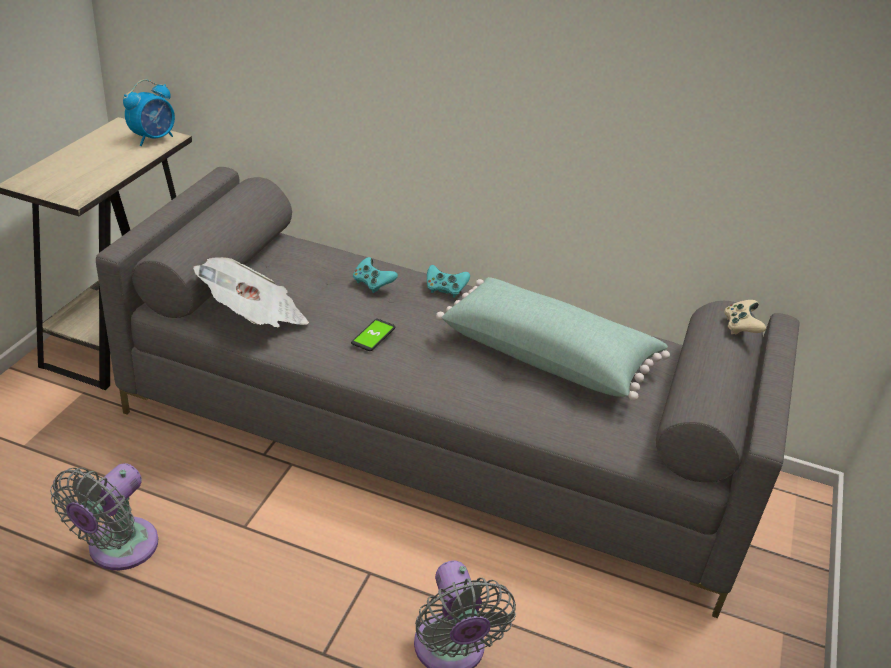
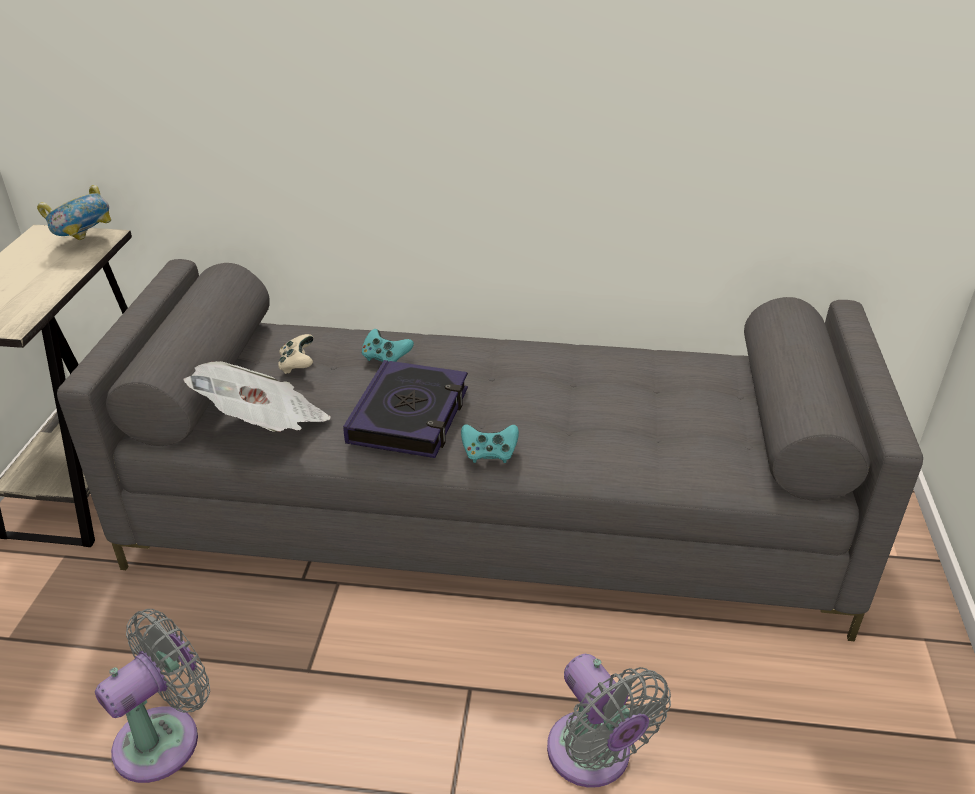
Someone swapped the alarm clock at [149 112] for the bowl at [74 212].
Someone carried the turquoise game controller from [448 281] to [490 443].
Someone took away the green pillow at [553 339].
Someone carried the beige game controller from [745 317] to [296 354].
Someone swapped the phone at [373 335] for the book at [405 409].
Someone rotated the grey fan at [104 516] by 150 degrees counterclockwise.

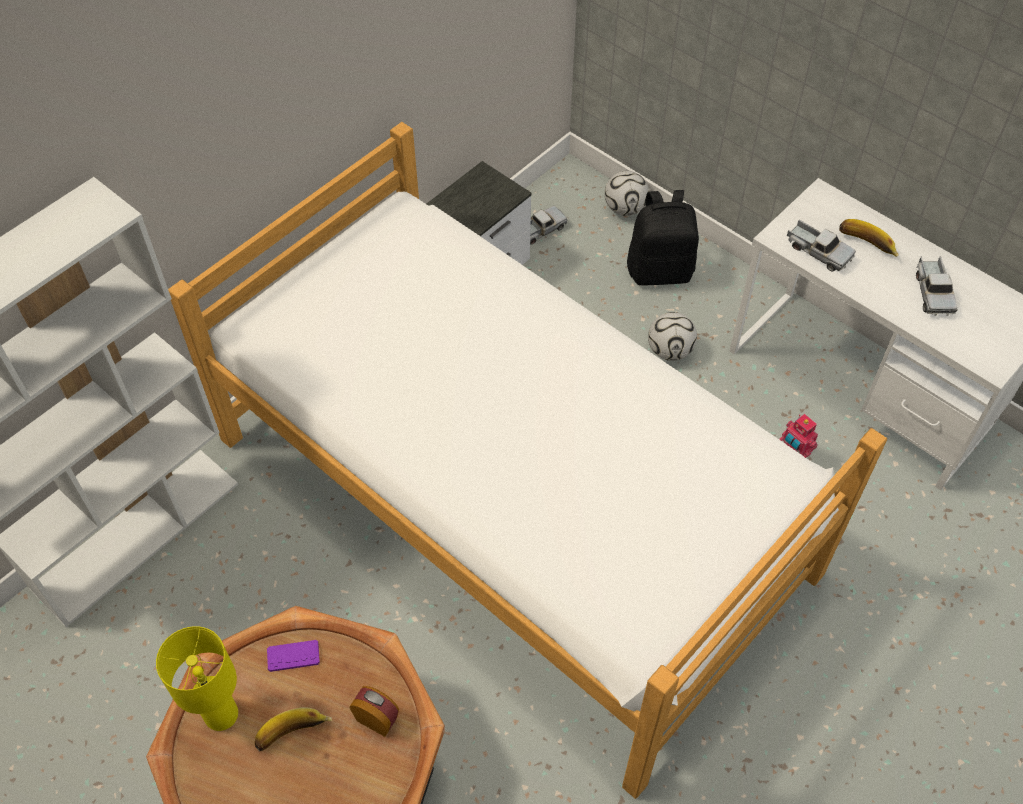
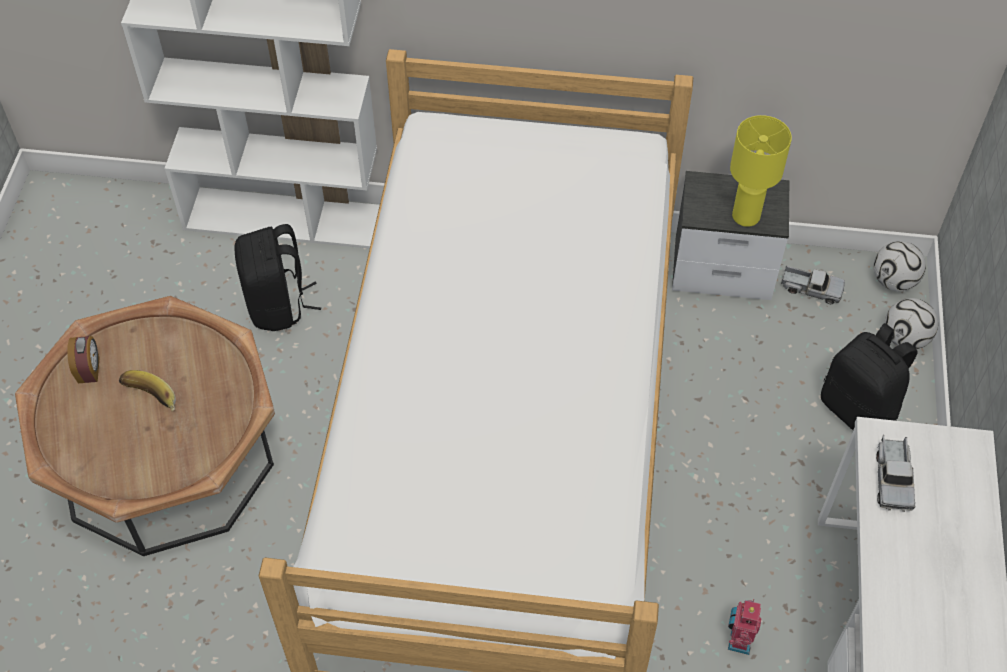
Someone took away the banana at [869 238].
Someone took away the toy truck at [937 286].
Someone carried the football from [672 336] to [900 266].
Someone carried the yellow table lamp from [197 678] to [761 171].
Someone took away the purple game controller at [293 656].
Someone carried the alarm clock from [374 711] to [83 359].
Someone put down the black backpack at [277 277].

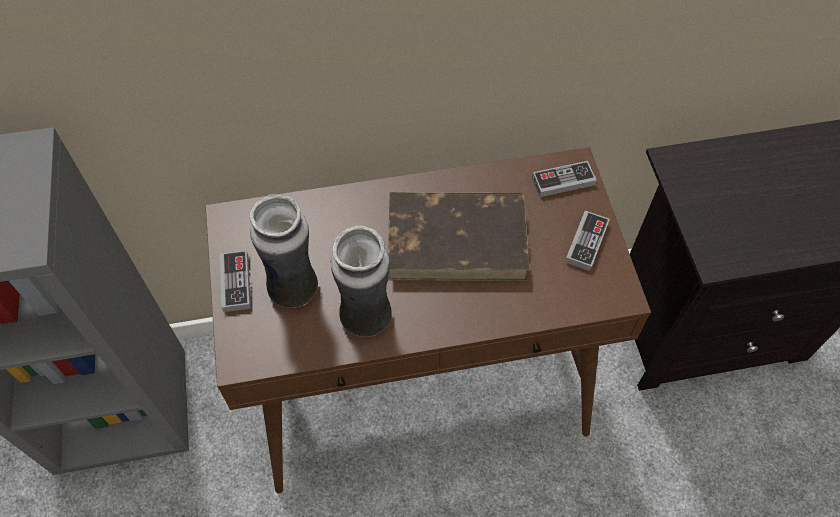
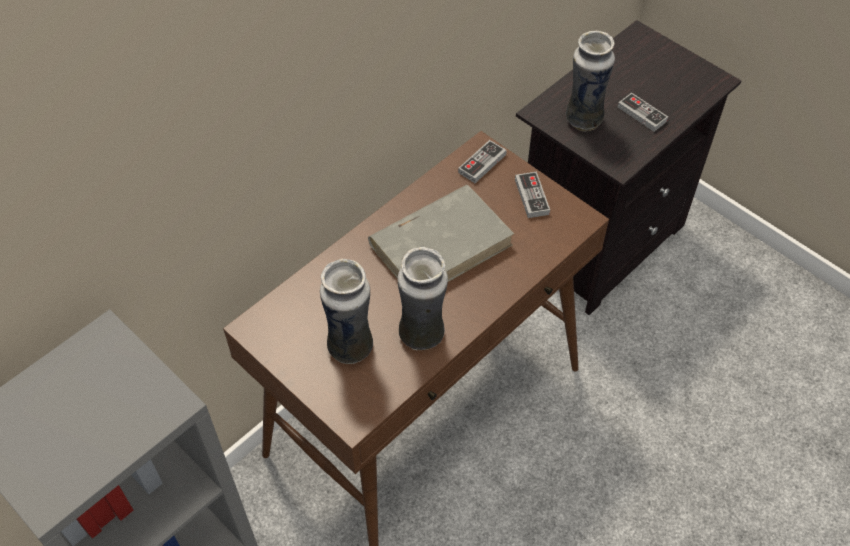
Someone repainted the brown book at [458 236], which became the grey book at [441 233].
Someone carried the game controller from [235 281] to [643 112].
Someone put down the vase at [590 81].

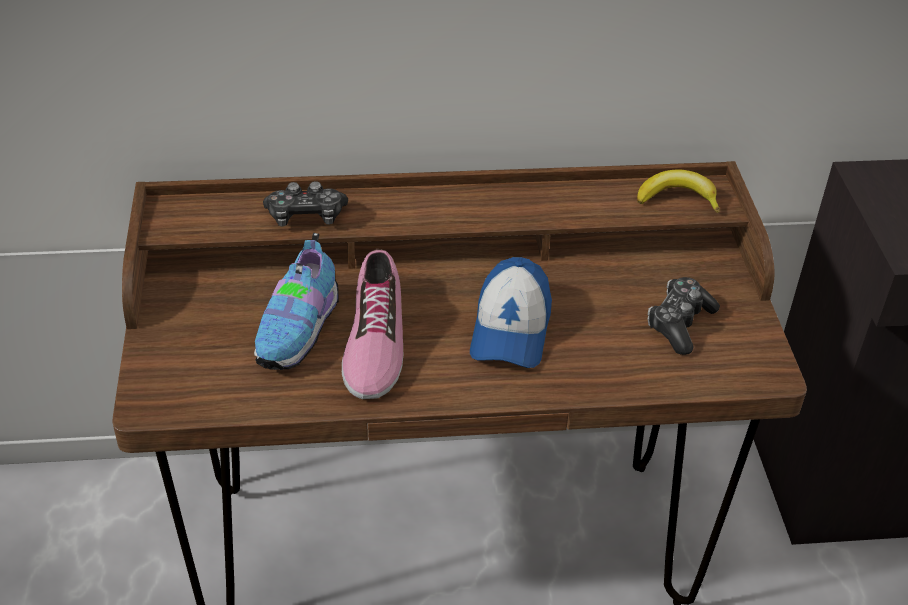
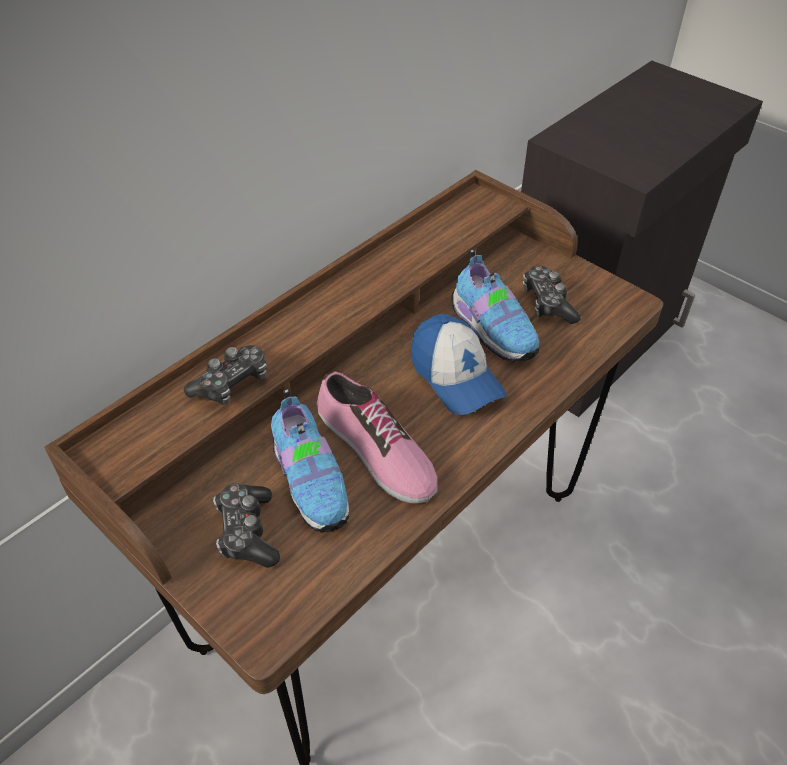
Someone took away the banana at [678 191].
Someone put down the shoe at [495 306].
Someone put down the game controller at [246 525].

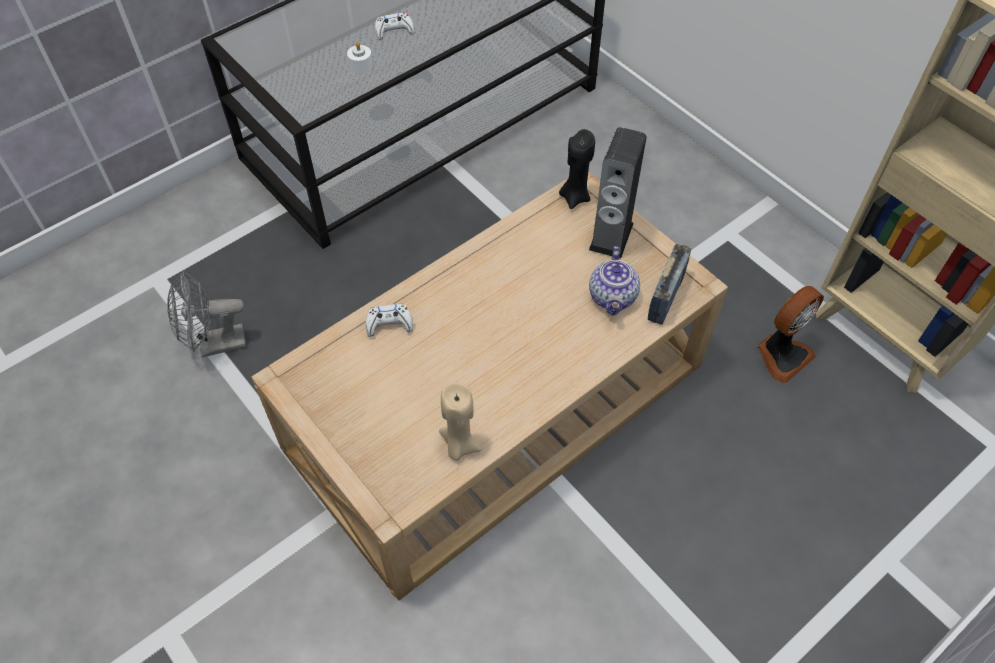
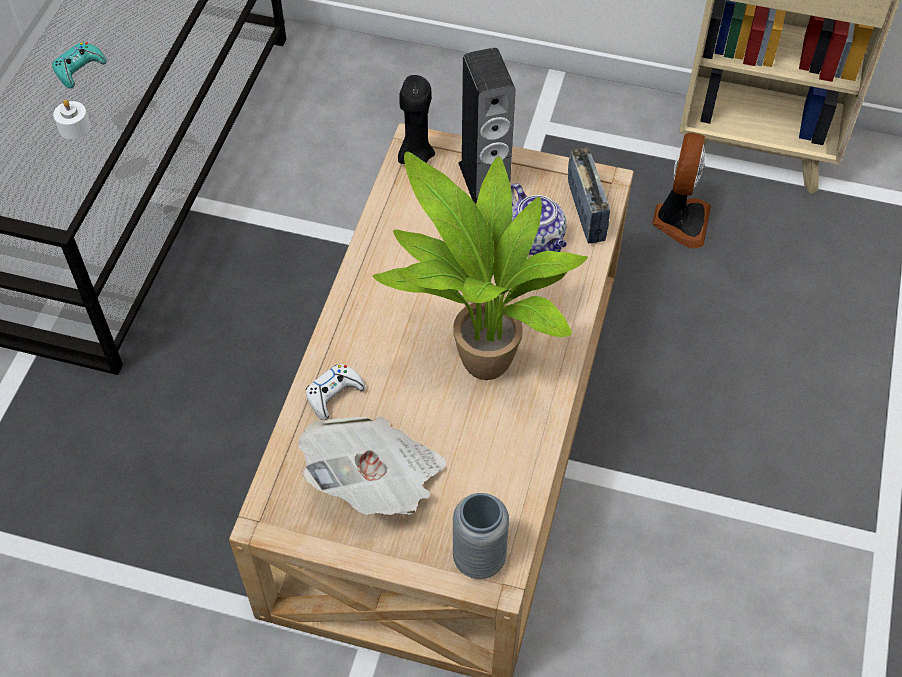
Someone repainted the white game controller at [394 26], which became the turquoise game controller at [79 65].
Someone took away the grey fan at [206 314].
Someone took away the beige candle at [460 422].
Someone put down the potted plant at [480 266].
Someone put down the newspaper at [372 465].
Someone put down the grey vase at [481 536].

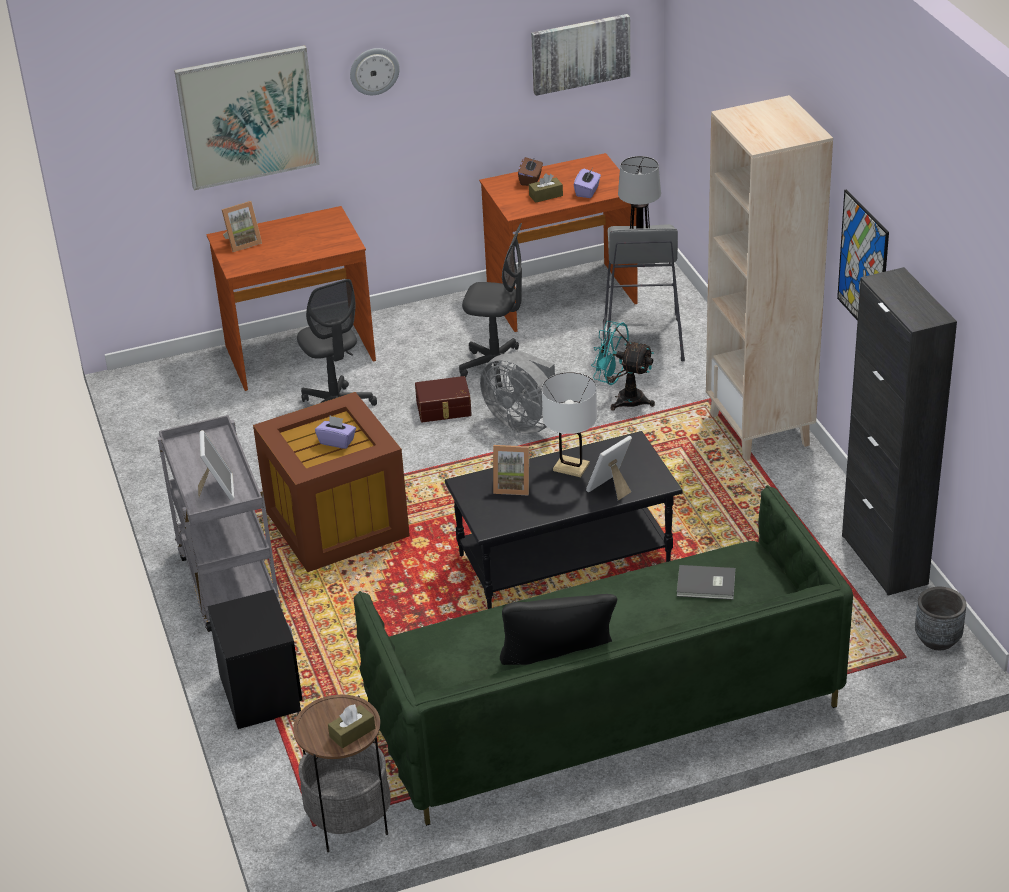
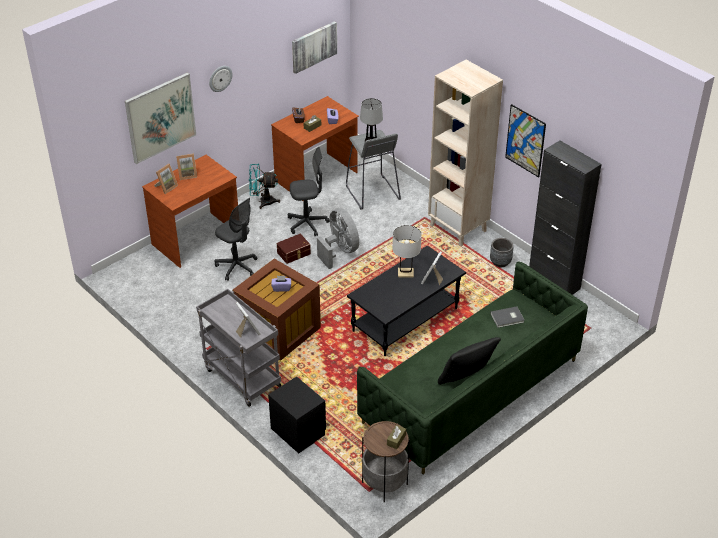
Someone carried the turquoise fan from [623 366] to [264 186].
Someone rotated the grey fan at [517 392] by 135 degrees counterclockwise.
Someone carried the picture frame from [511 470] to [186 167].
Someone carried the grey planter from [940 618] to [502 252].

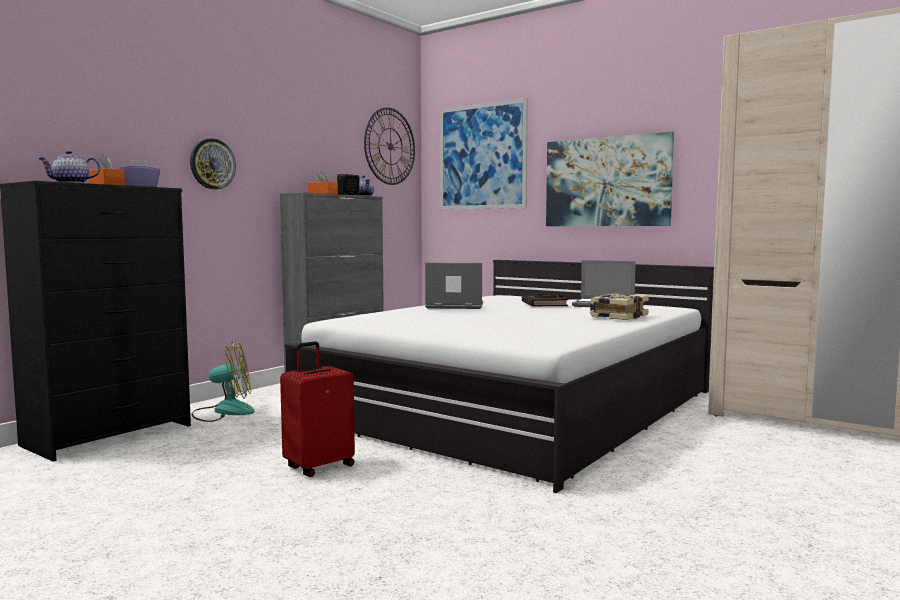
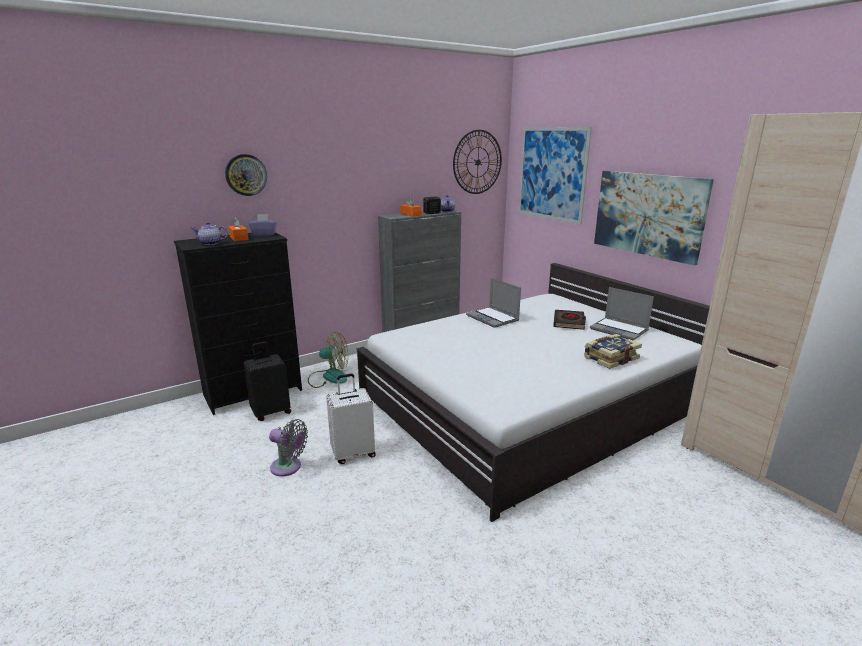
Someone carried the wall clock from [213 163] to [246 175].
Someone rotated the laptop at [454 285] by 150 degrees counterclockwise.
Someone repainted the red suitcase at [317 409], which became the white suitcase at [351 419].
Someone put down the black suitcase at [267 381].
Someone put down the grey fan at [288 447].

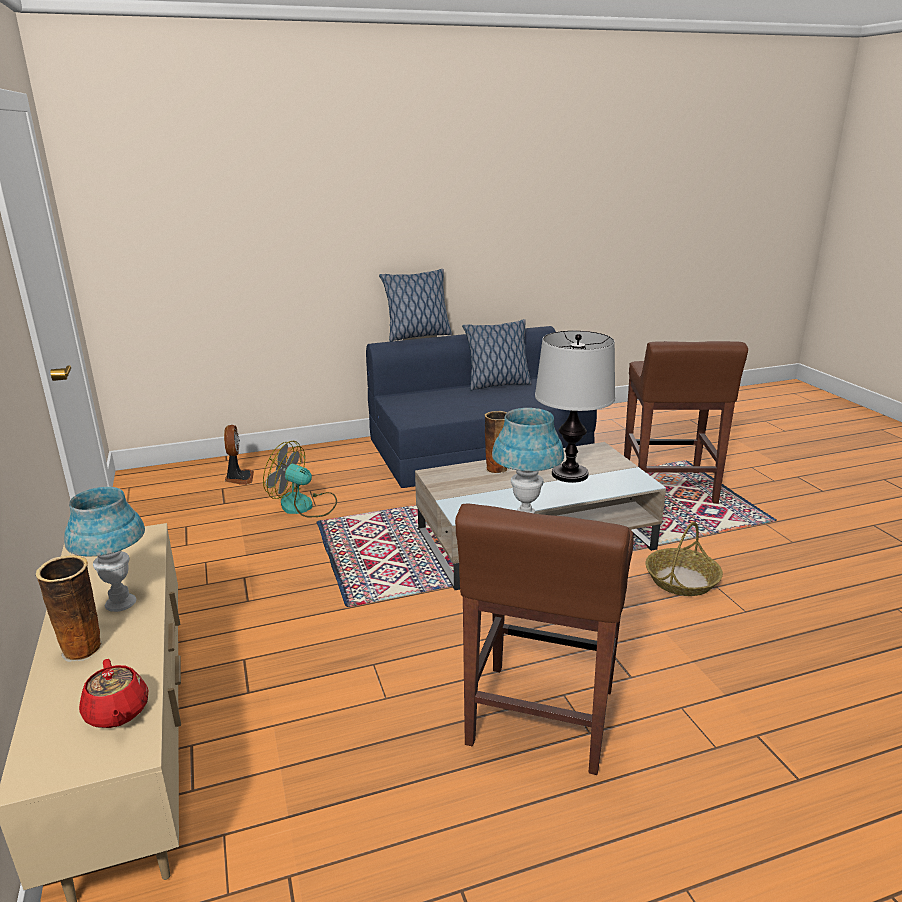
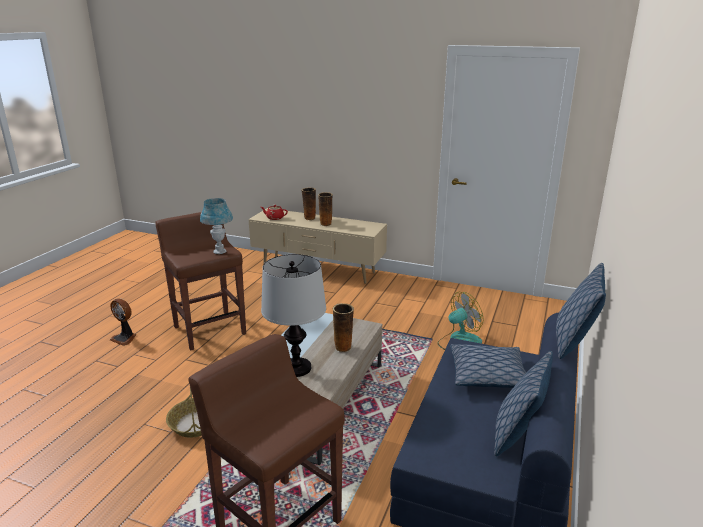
Someone carried the fan from [239 455] to [123 322].
Someone swapped the blue table lamp at [104 549] for the vase at [325 209].
Someone put down the pillow at [488 366].

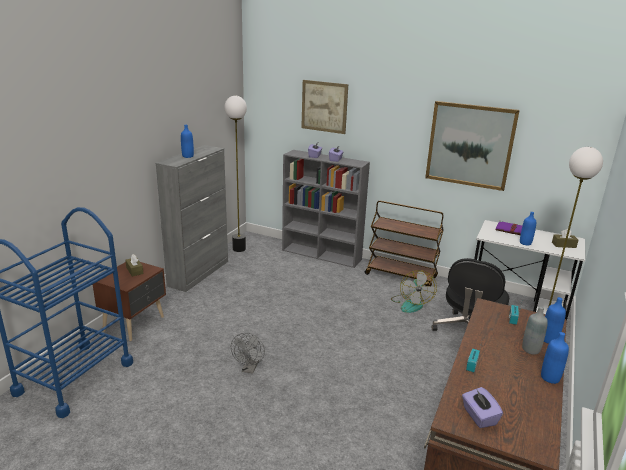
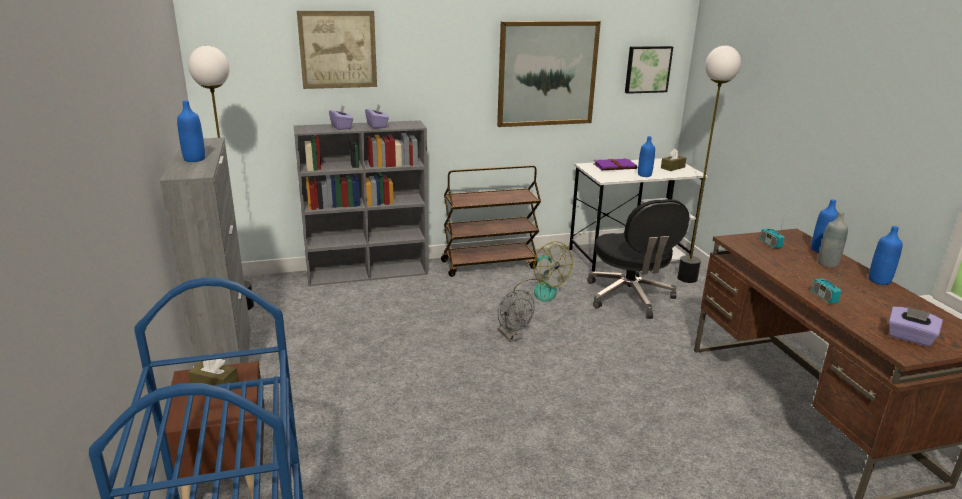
Someone carried the grey fan from [248 353] to [516 316].
Someone put up the picture at [649 70].

